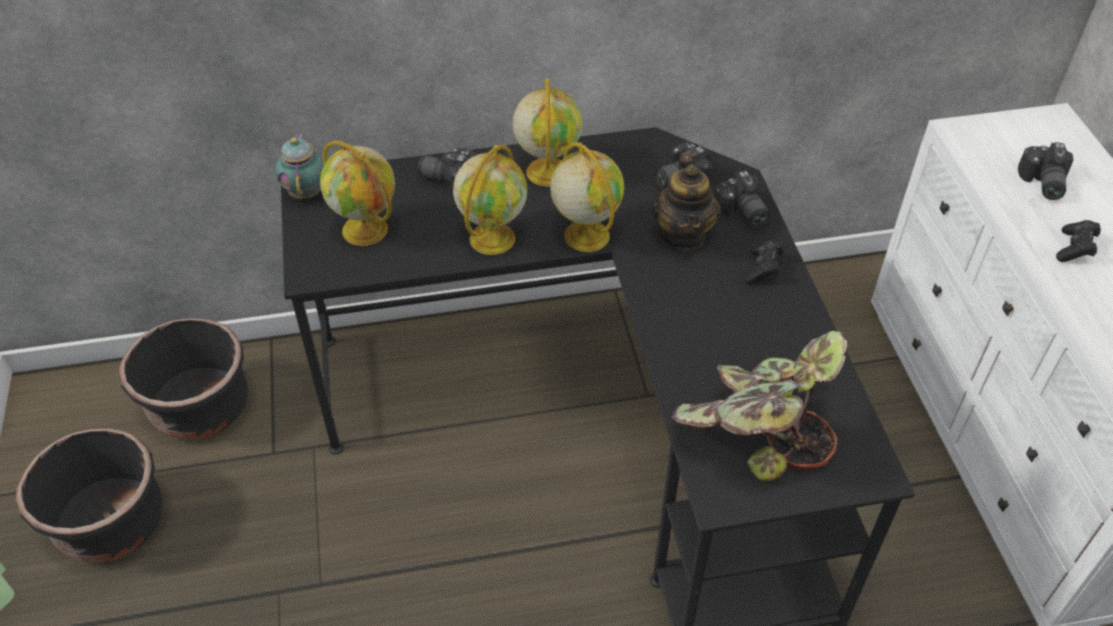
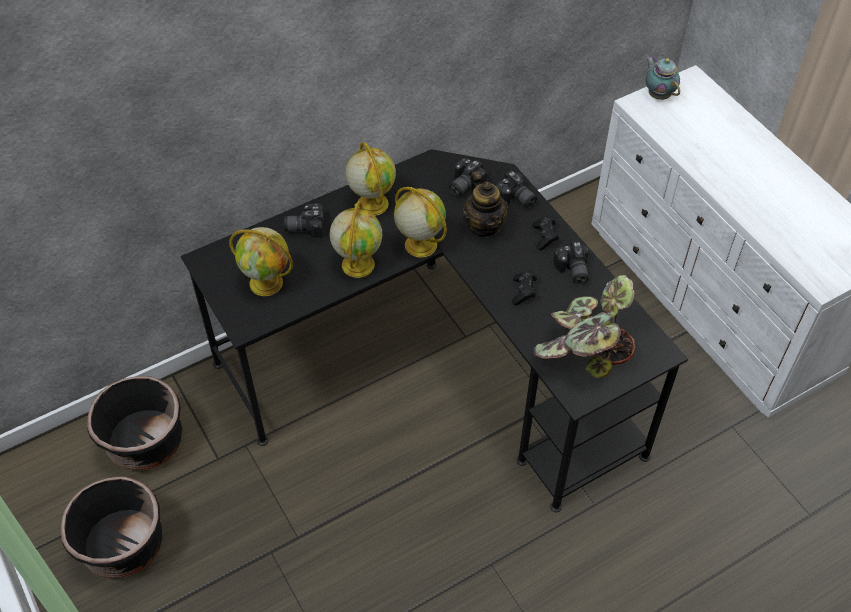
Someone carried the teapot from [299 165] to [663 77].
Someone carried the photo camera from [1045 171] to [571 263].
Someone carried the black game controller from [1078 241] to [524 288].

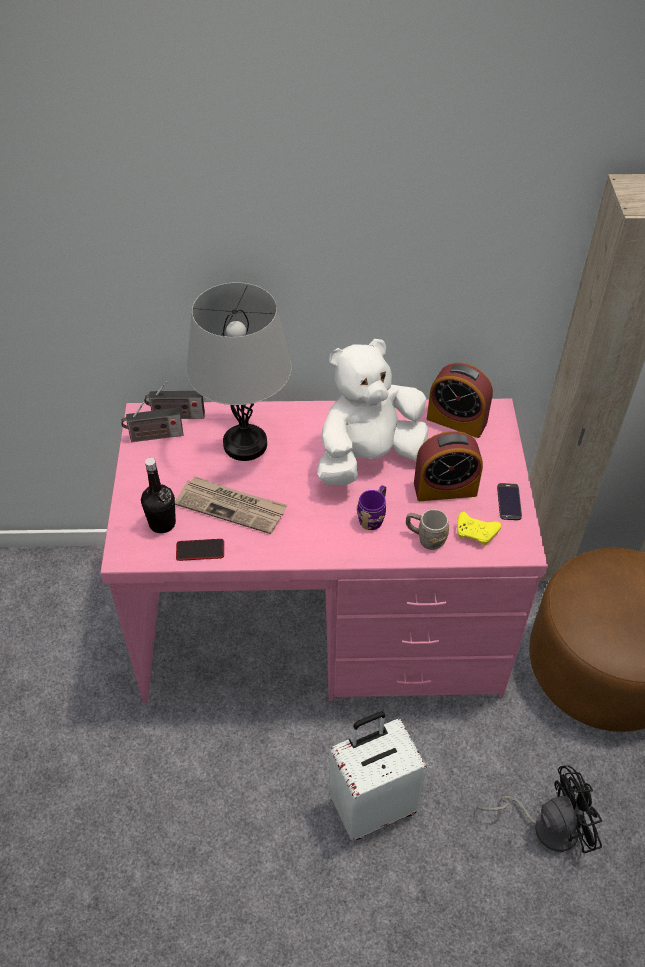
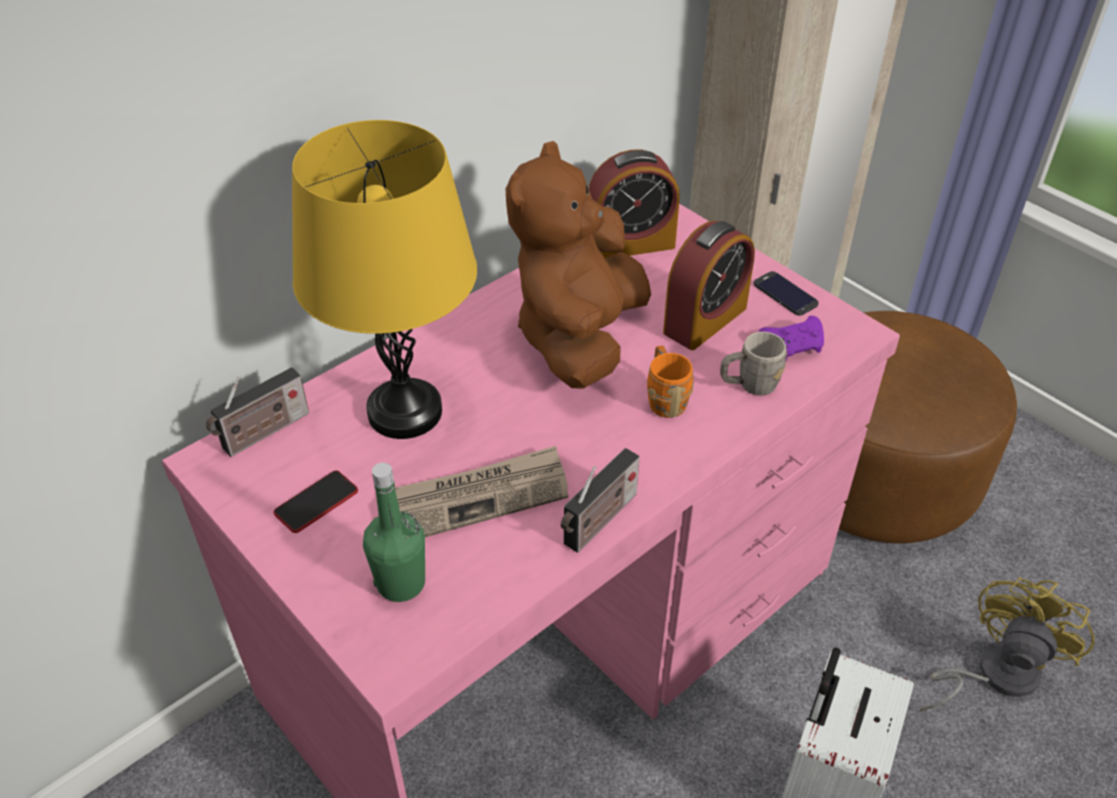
Someone repainted the grey table lamp at [239 371], which became the yellow table lamp at [384 279].
Someone repainted the white plush toy at [372 412], which became the brown plush toy at [578 264].
Someone carried the radio from [152 422] to [600 500].
Someone repainted the black bottle at [158 495], which became the green bottle at [394 532].
Someone repainted the purple mug at [371 507], which became the orange mug at [670 382].
Someone repainted the yellow game controller at [479 529], which became the purple game controller at [791 338].
Someone carried the phone from [200 550] to [316 502].
Someone repainted the black fan at [539 809], which became the yellow fan at [1007 644].

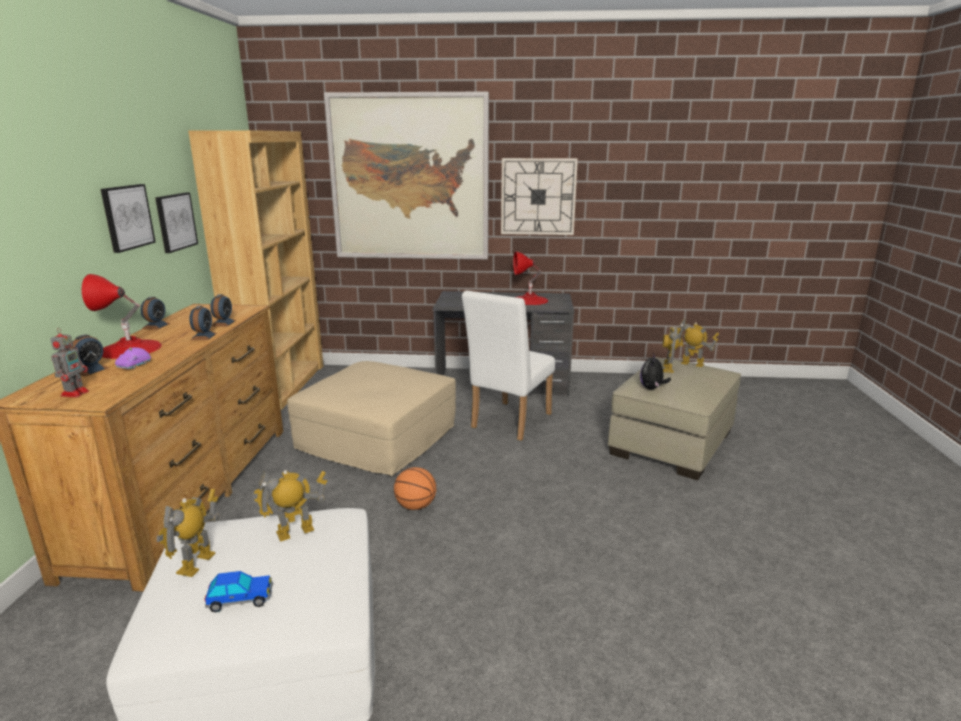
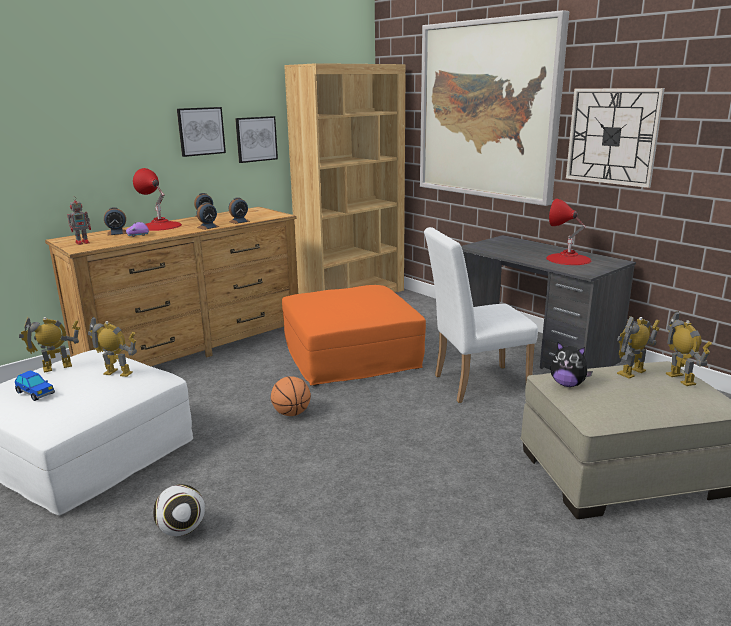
Someone rotated the plush toy at [655 370] by 120 degrees counterclockwise.
Someone repainted the beige ottoman at [371 418], which became the orange ottoman at [354 335].
Someone put down the football at [179 510].

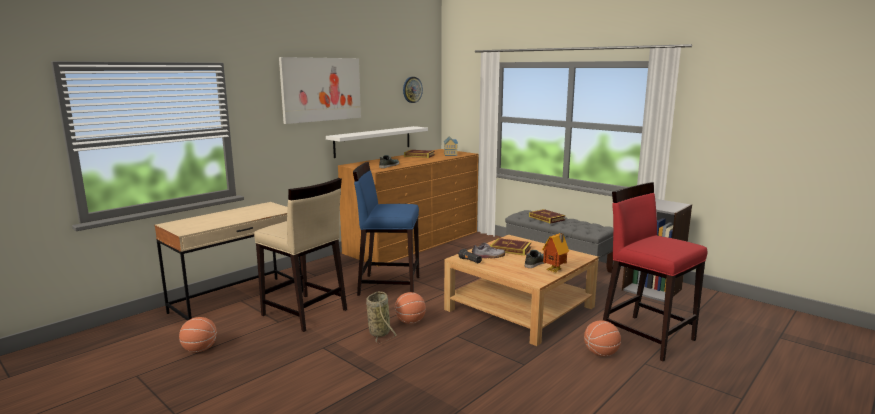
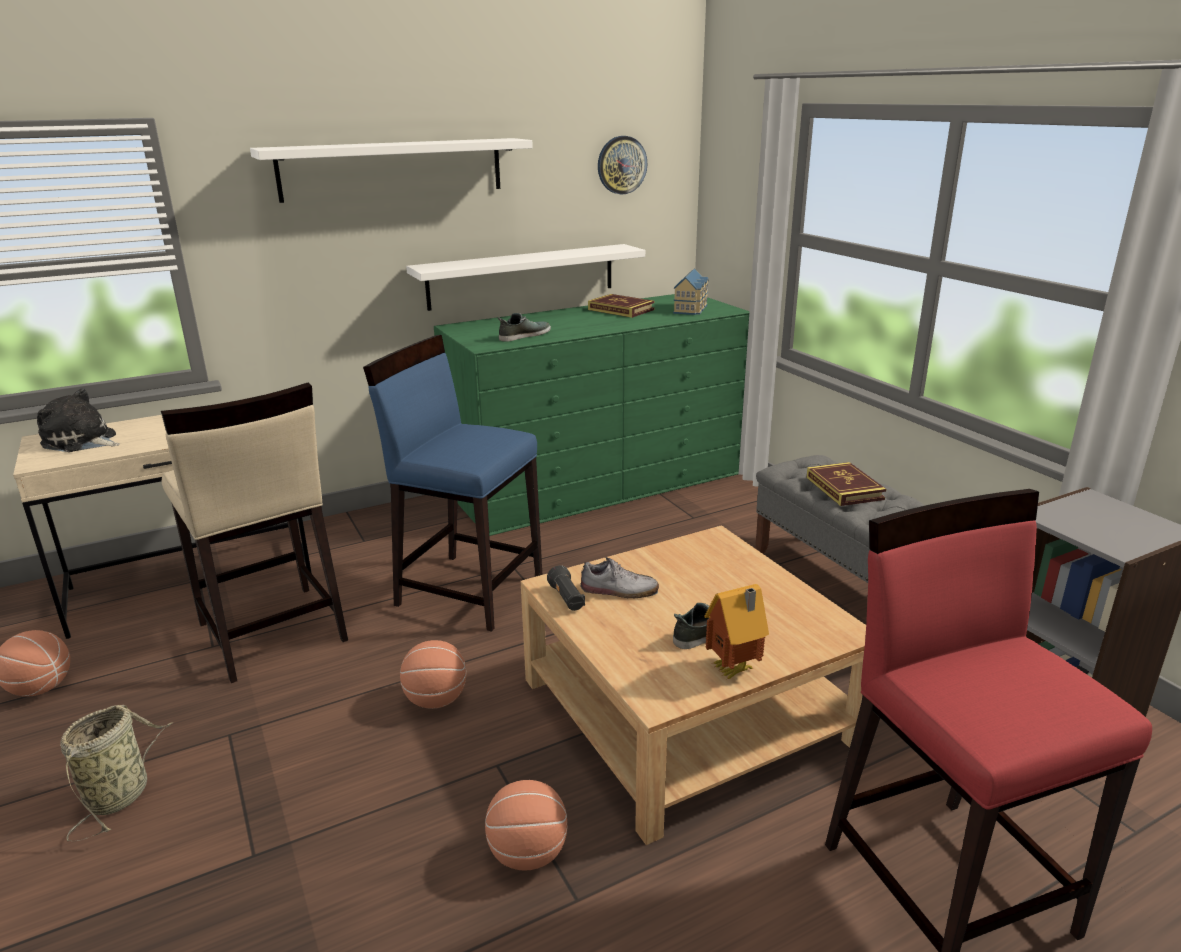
Someone swapped the picture at [320 90] for the white shelf at [391 170].
Someone repainted the brown dresser at [408 208], which became the green dresser at [592 415].
Someone took away the book at [510 247].
Someone carried the basket from [381 317] to [116 773].
Someone carried the basketball from [602 338] to [526 825].
Someone put down the plush toy at [78 420].

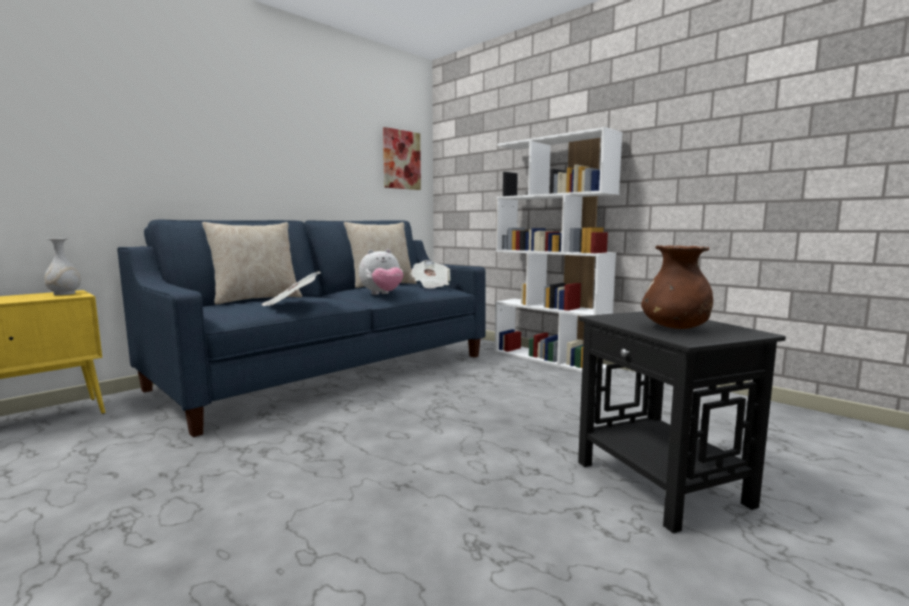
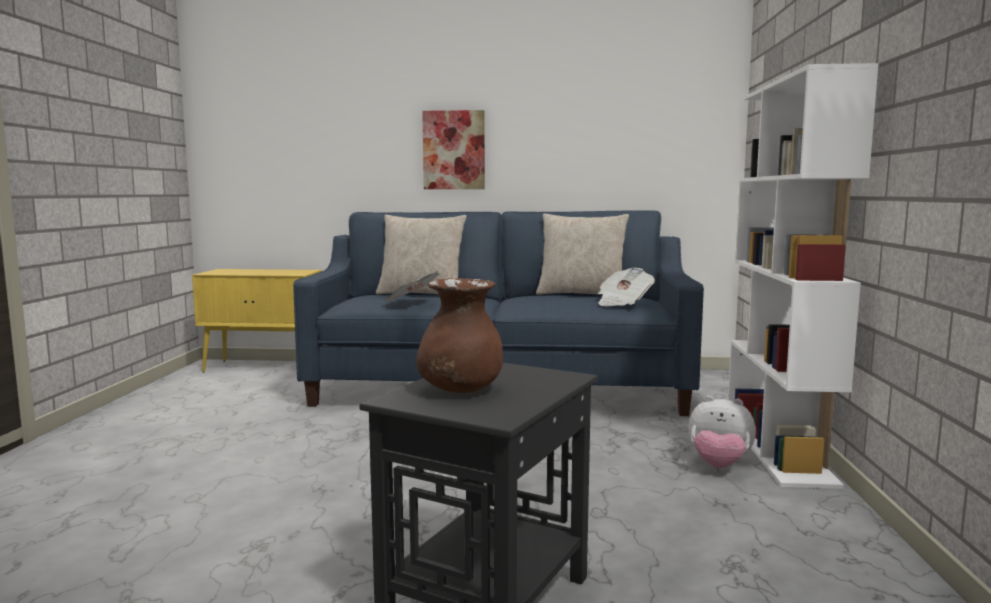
Someone carried the picture from [402 158] to [453 149].
Someone took away the white vase at [62 266].
Someone carried the plush toy from [381 272] to [722 432].

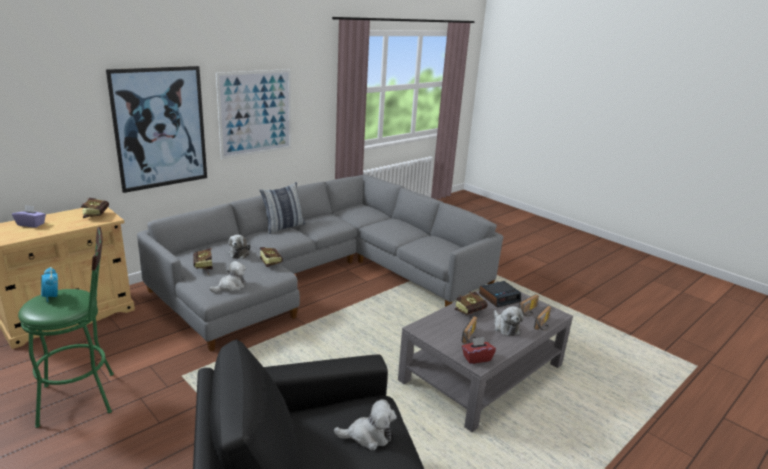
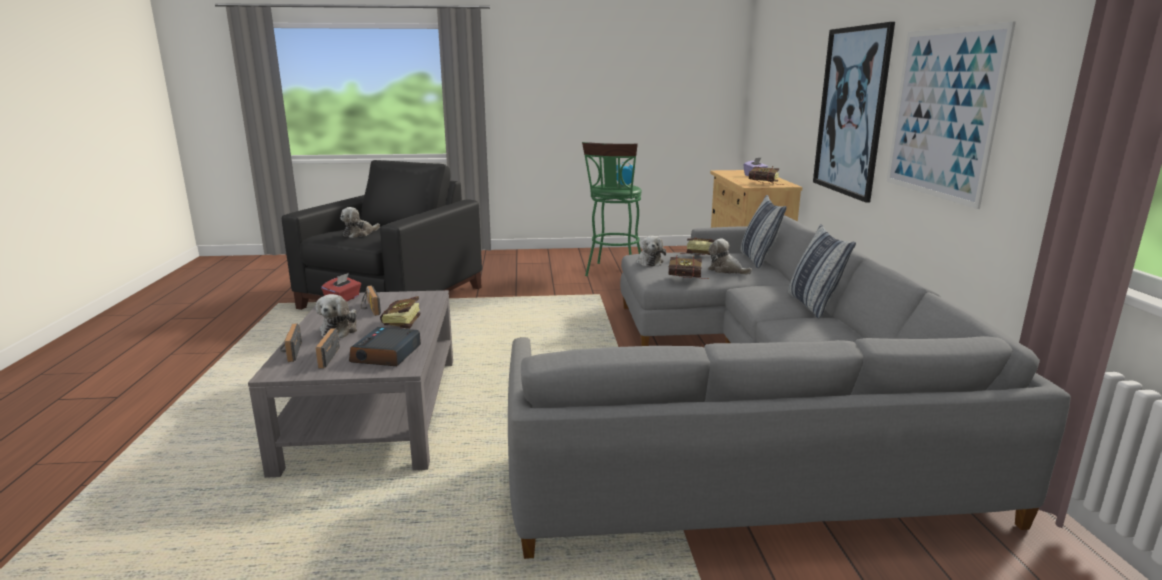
Someone rotated the plush toy at [508 321] by 105 degrees counterclockwise.
Someone put down the pillow at [763 231].

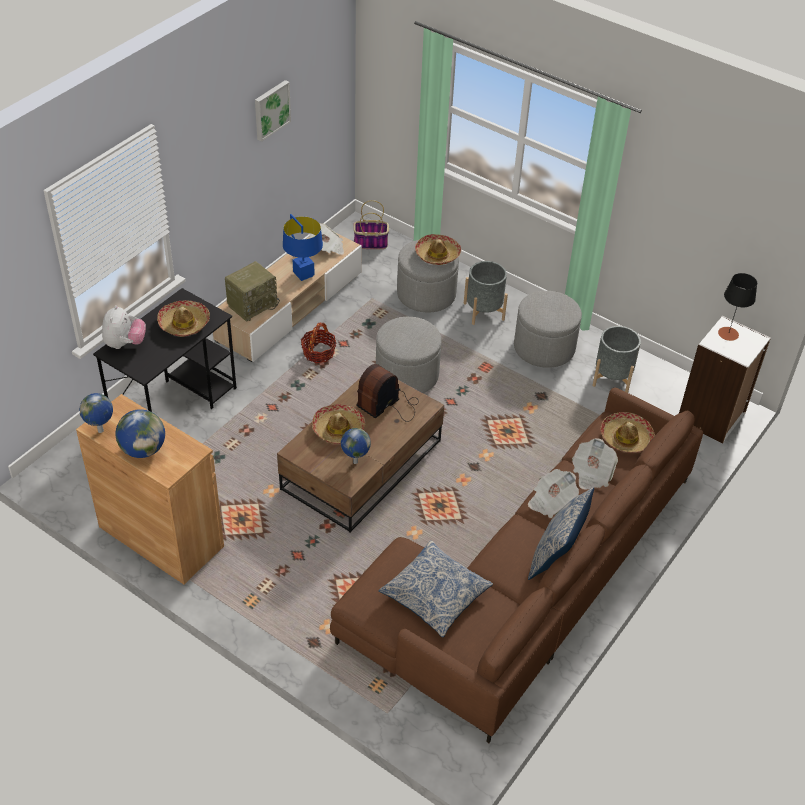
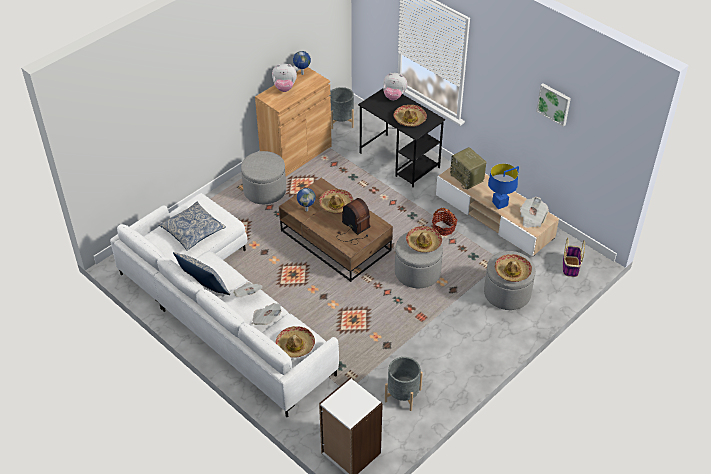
Someone carried the grey planter from [486 293] to [341 108].
Someone took away the black table lamp at [737 307].
Someone carried the grey ottoman from [548 329] to [263 177].
Someone repainted the brown sofa at [516 565], which became the white sofa at [224 305].
Someone swapped the globe at [140 433] for the plush toy at [284 78].
Someone put down the hat at [424 239].

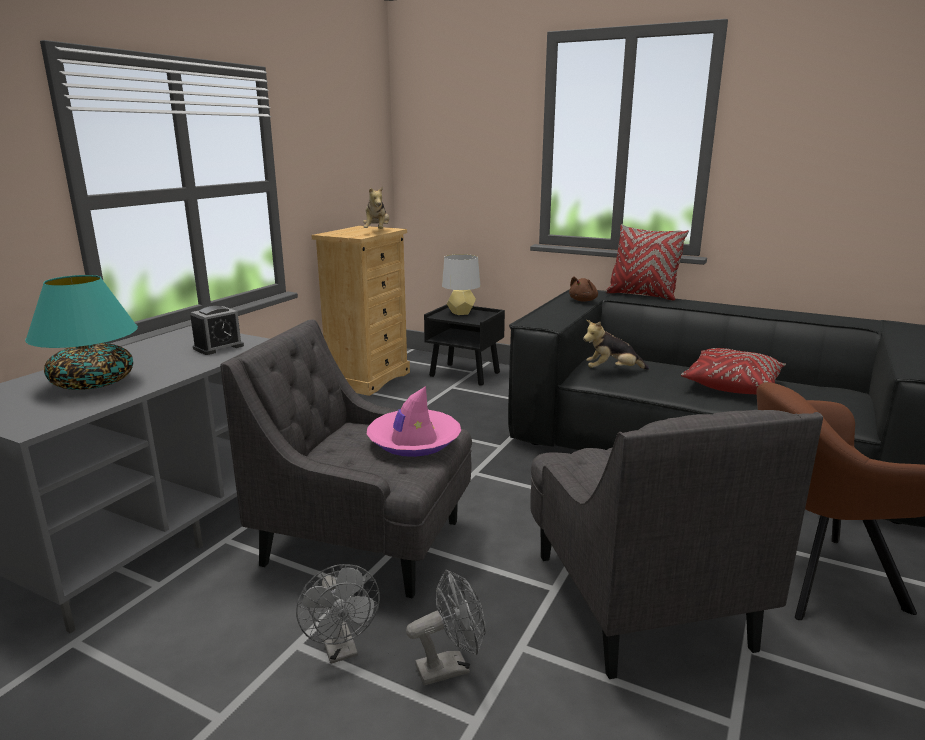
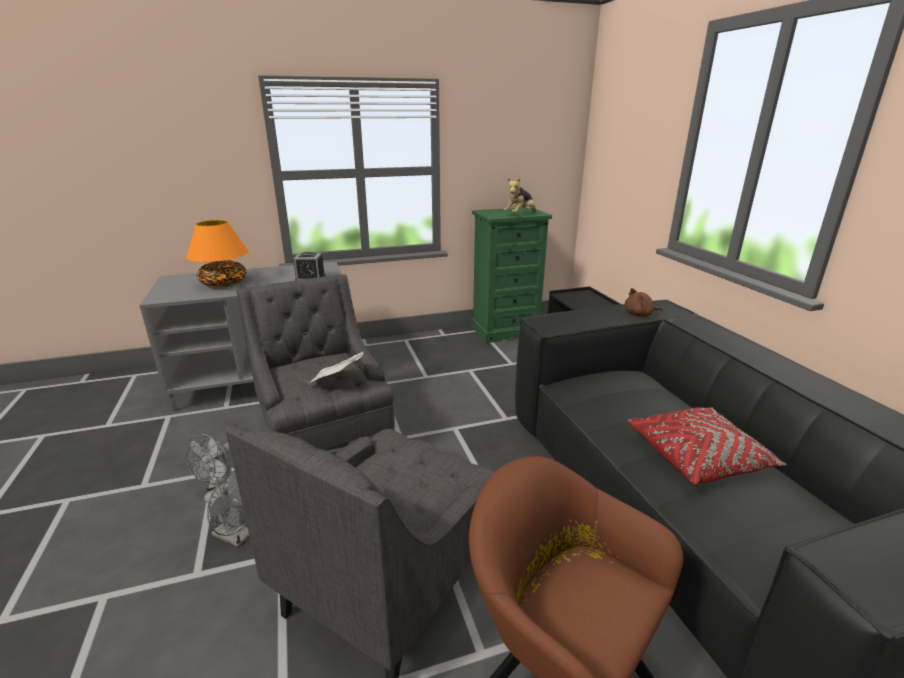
Someone took away the red pillow at [647 262].
Someone repainted the beige dresser at [360 311], which became the green dresser at [511 275].
Someone took away the grey table lamp at [461 284].
Someone repainted the turquoise table lamp at [81 332], which became the orange table lamp at [217 253].
Someone took away the plush toy at [616 345].
Someone swapped the pink hat at [414 421] for the newspaper at [336 367].

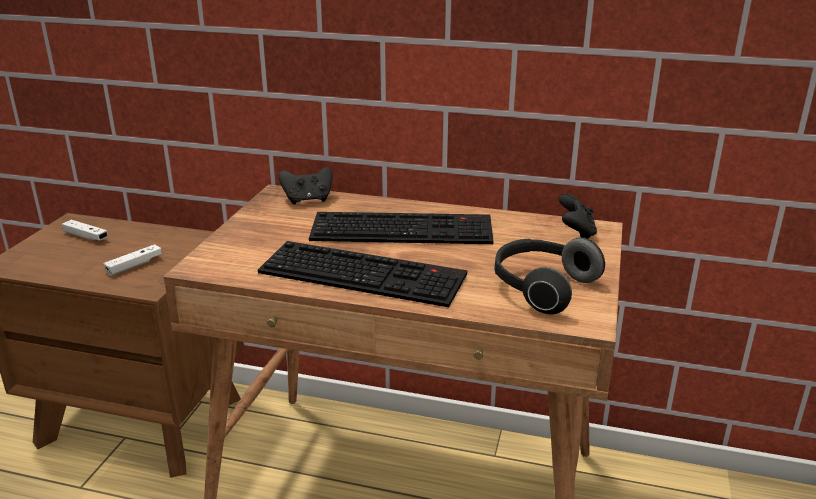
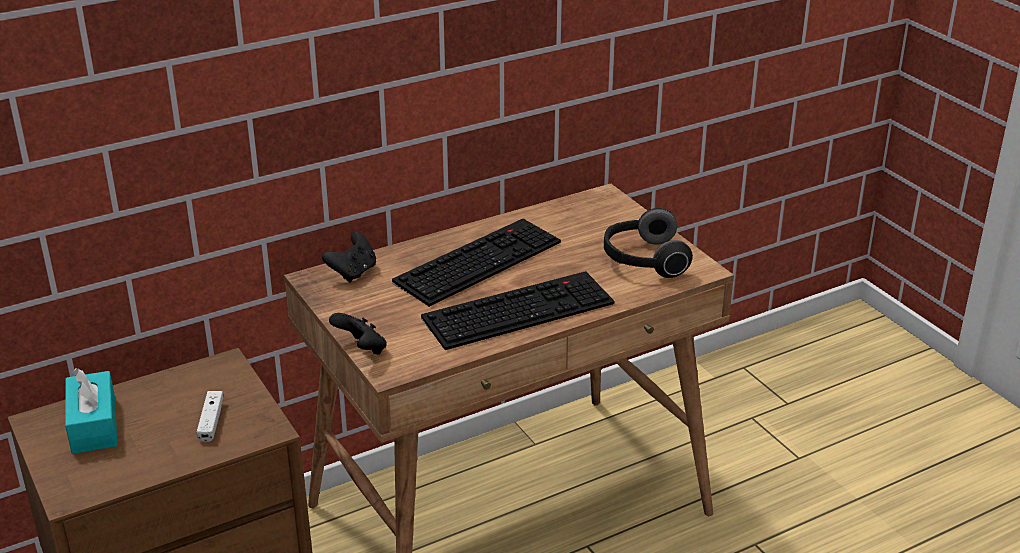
Someone carried the black game controller from [578 216] to [358 334].
Someone swapped the white game controller at [85 230] for the turquoise tissue box at [91 411].

